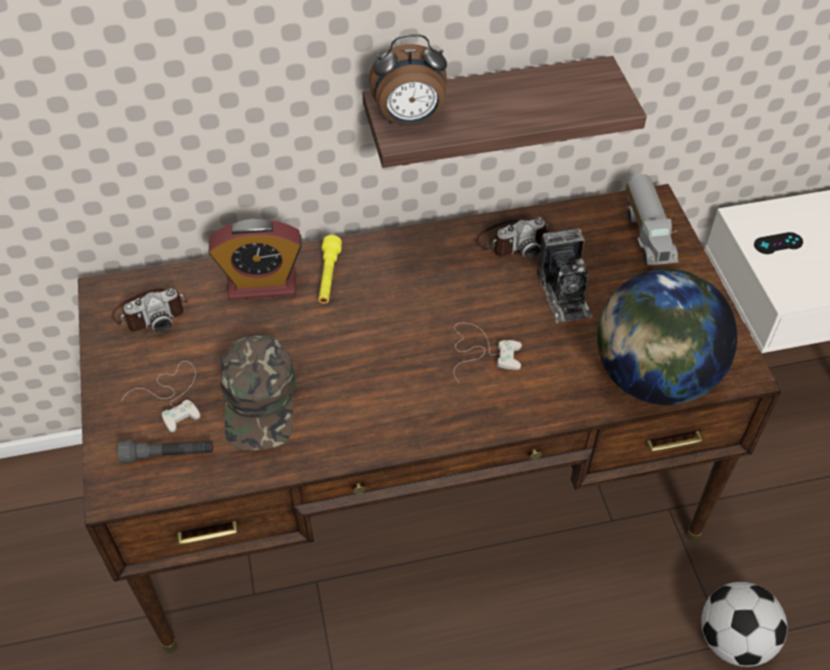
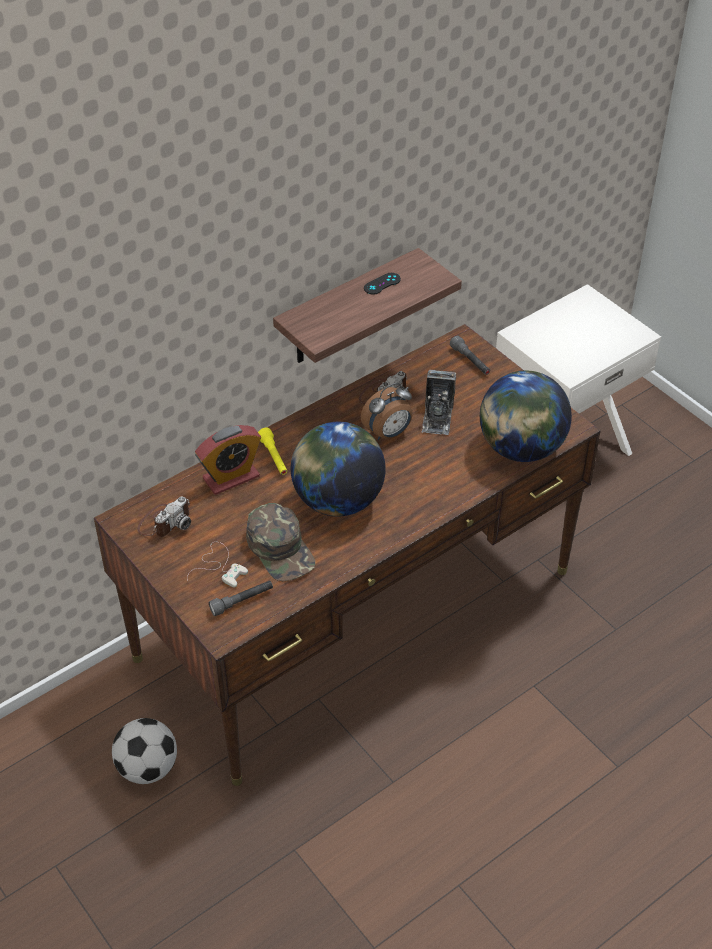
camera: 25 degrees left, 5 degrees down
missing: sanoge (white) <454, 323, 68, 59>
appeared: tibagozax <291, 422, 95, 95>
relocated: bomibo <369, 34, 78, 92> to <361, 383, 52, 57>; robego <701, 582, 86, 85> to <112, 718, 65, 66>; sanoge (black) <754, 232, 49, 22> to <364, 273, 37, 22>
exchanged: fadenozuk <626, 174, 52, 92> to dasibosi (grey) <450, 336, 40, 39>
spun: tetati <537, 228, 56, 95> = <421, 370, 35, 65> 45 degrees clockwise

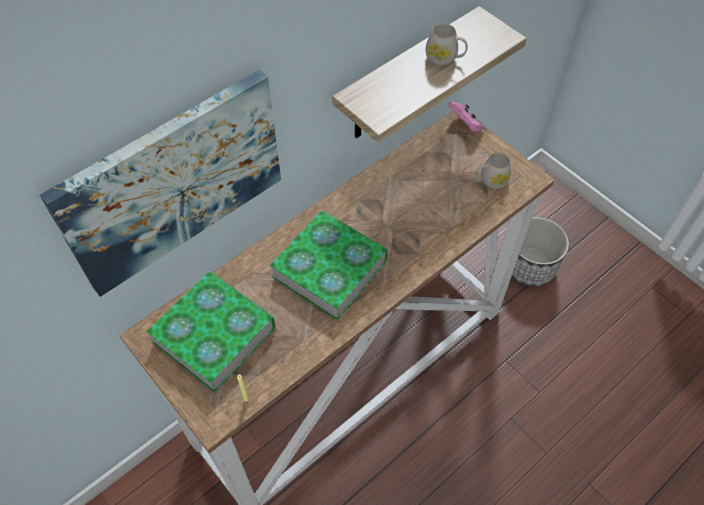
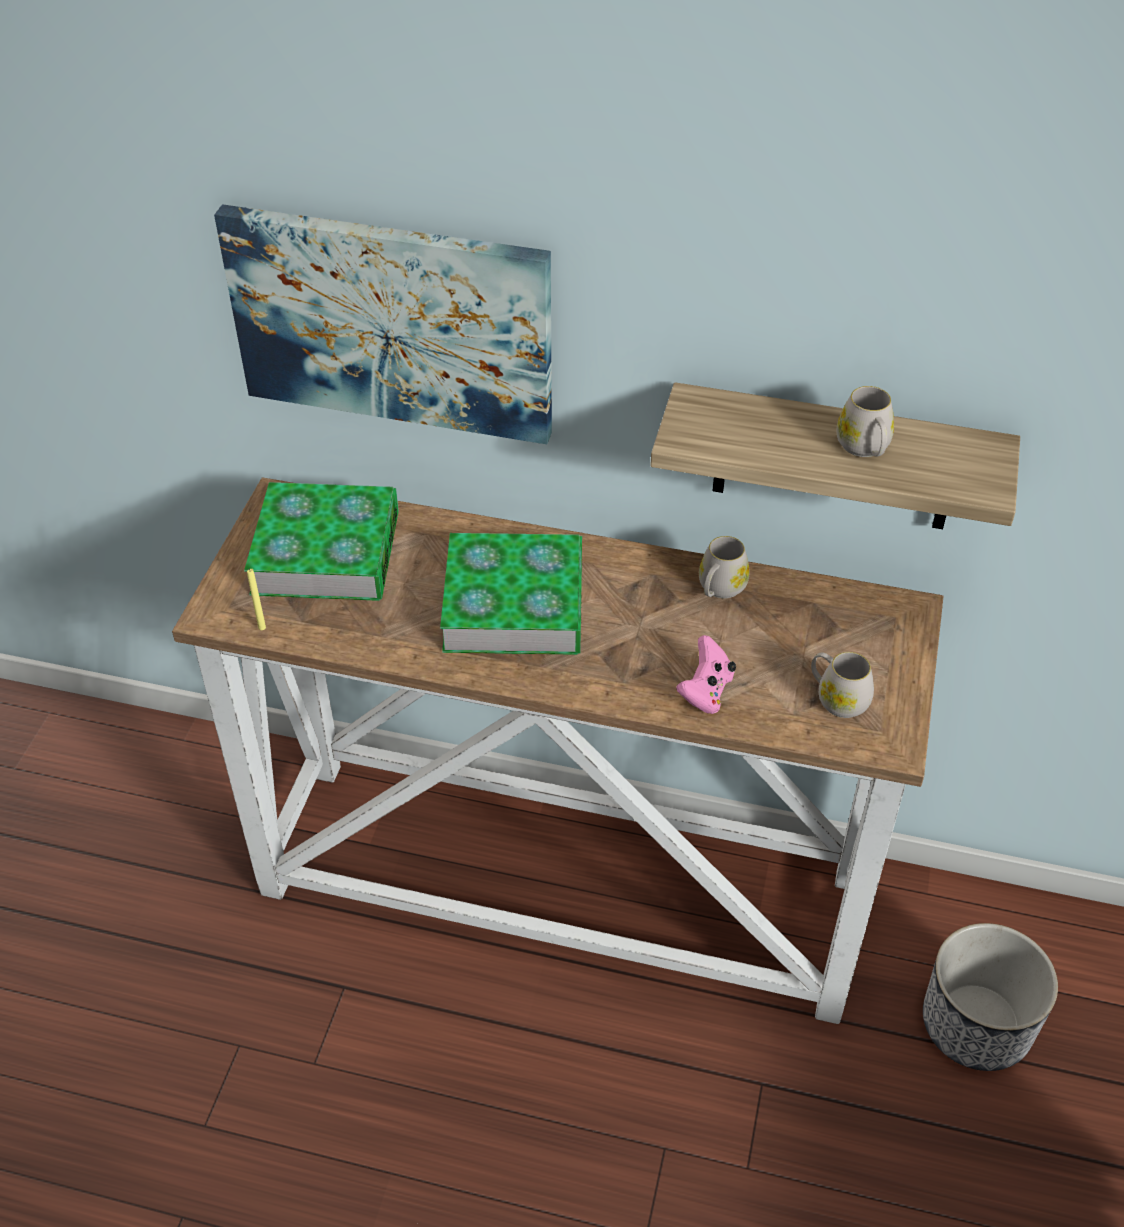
camera: 55 degrees right, 10 degrees down
appeared: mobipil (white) <699, 536, 51, 62>
relocated: sanoge (pink) <448, 101, 35, 31> to <676, 635, 60, 79>

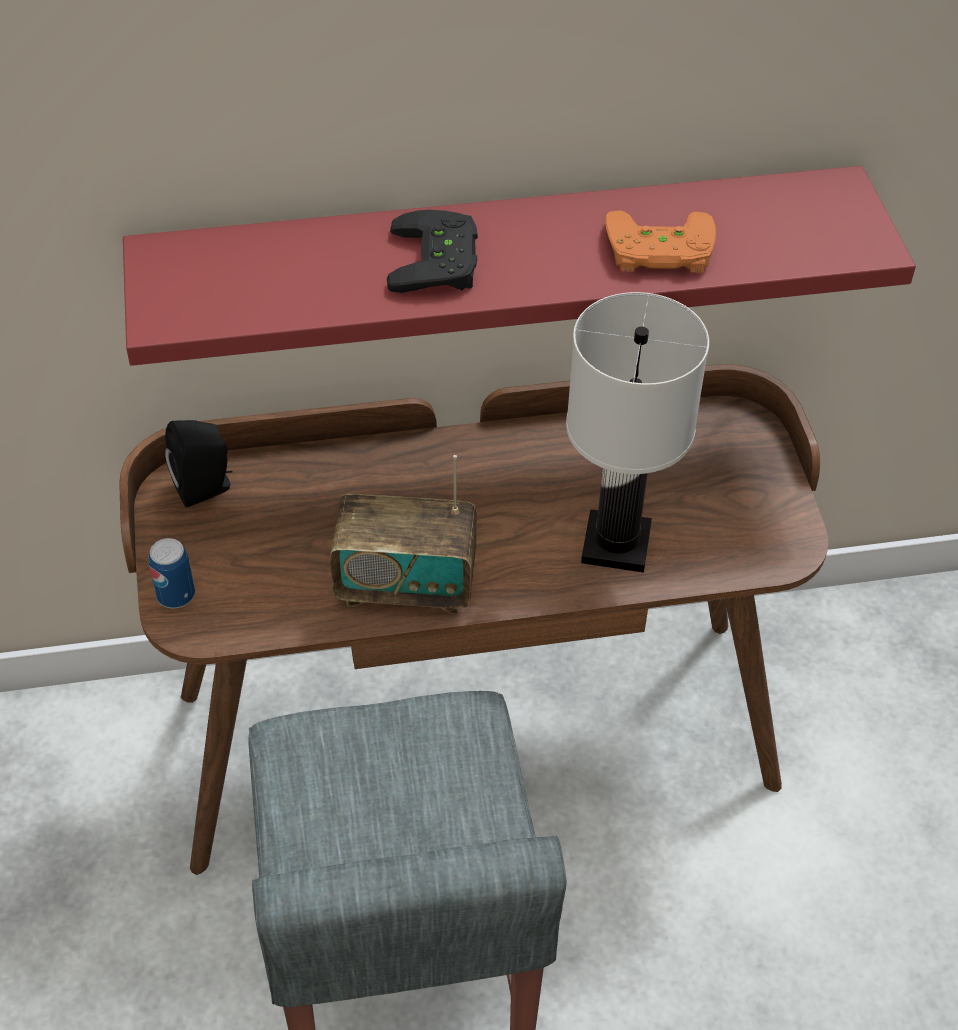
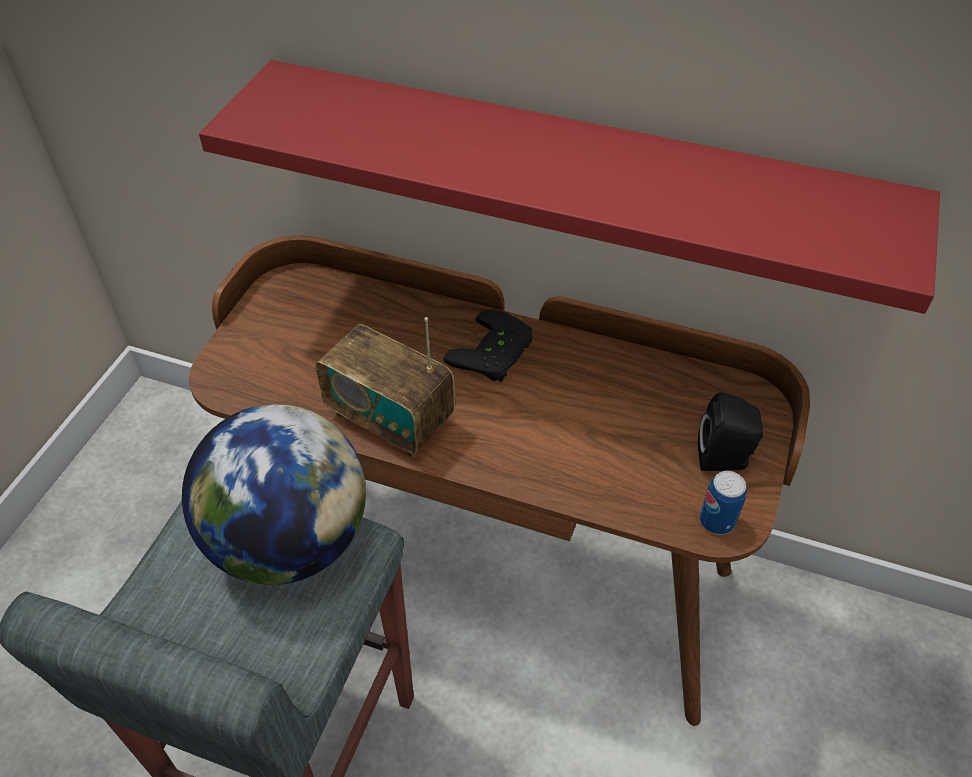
camera: 30 degrees right, 0 degrees up
missing: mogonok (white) <566, 292, 143, 281>; sanoge (orange) <605, 210, 111, 62>
appeared: tibagozax <182, 404, 184, 181>
relocated: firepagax <148, 538, 47, 70> to <699, 471, 48, 64>; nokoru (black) <165, 420, 68, 88> to <698, 392, 65, 79>; sanoge (black) <387, 210, 91, 83> to <443, 310, 89, 72>

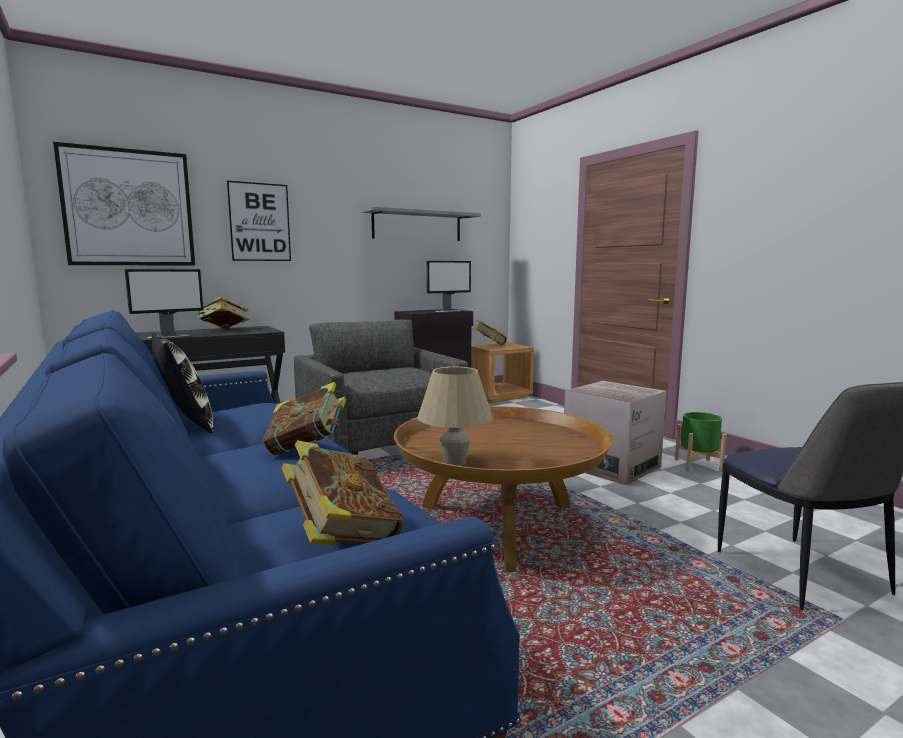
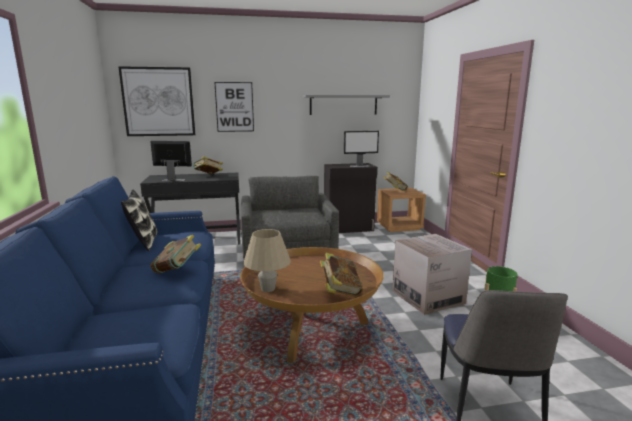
camera: 20 degrees right, 5 degrees up
relocated: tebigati <281, 440, 122, 105> to <320, 253, 43, 43>
spun: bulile <125, 269, 79, 70> = <150, 141, 42, 40> 150 degrees counterclockwise

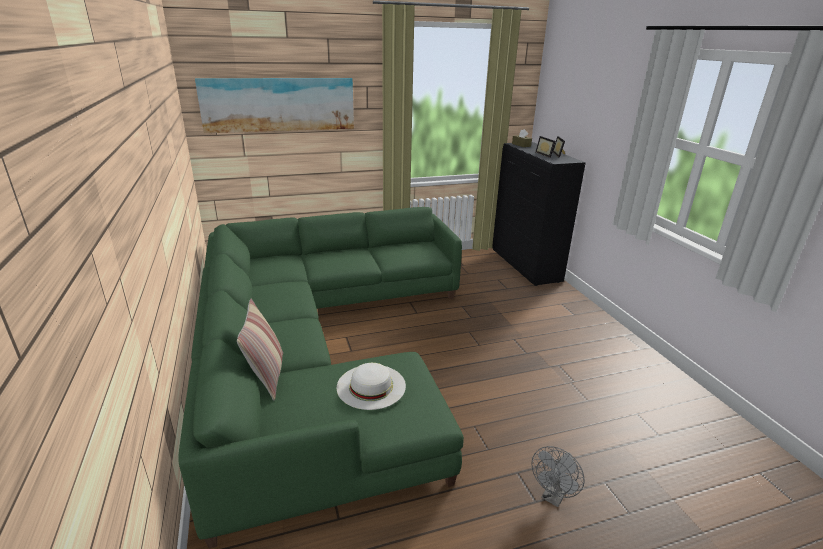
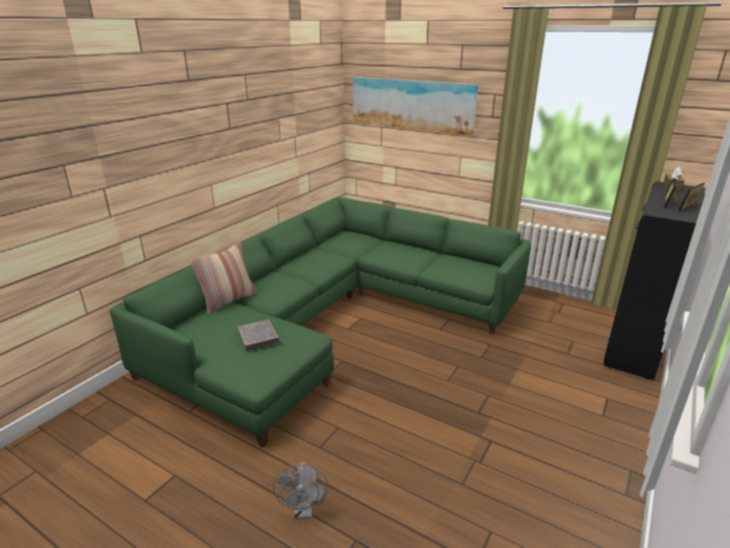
camera: 50 degrees right, 0 degrees up
exchanged: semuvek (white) <337, 363, 69, 47> to tebigati (grey) <237, 320, 42, 30>
spun: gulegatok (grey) <531, 446, 54, 61> = <273, 462, 55, 57> 90 degrees counterclockwise

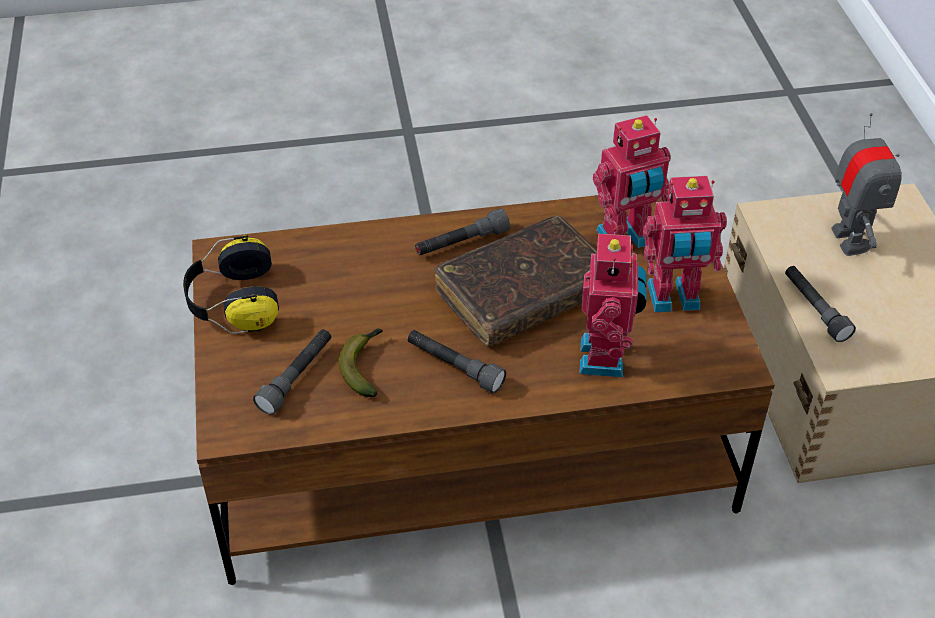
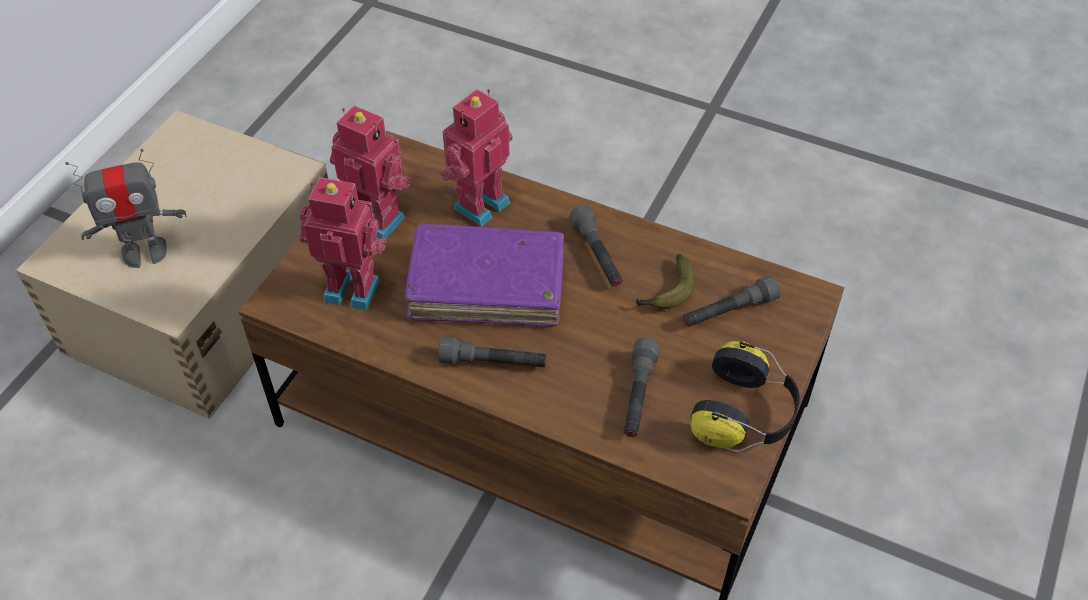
camera: 145 degrees left, 5 degrees up
relocated: dasibosi (grey) <785, 266, 71, 76> to <624, 338, 35, 99>
colour: tebigati (brown) <434, 215, 163, 132> to tebigati (purple) <405, 224, 159, 102>
spun: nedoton <831, 113, 71, 143> = <65, 149, 121, 119> 135 degrees counterclockwise

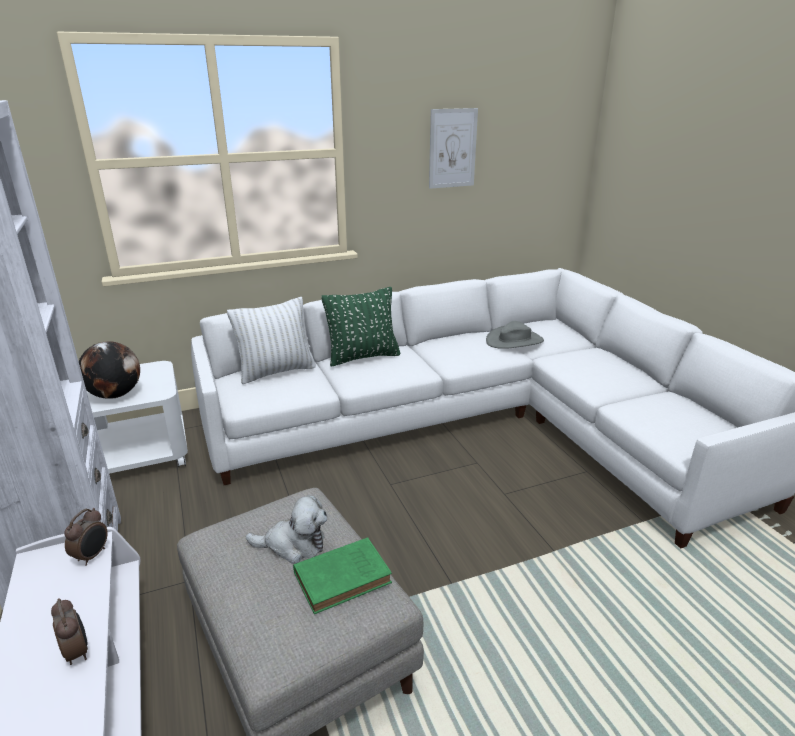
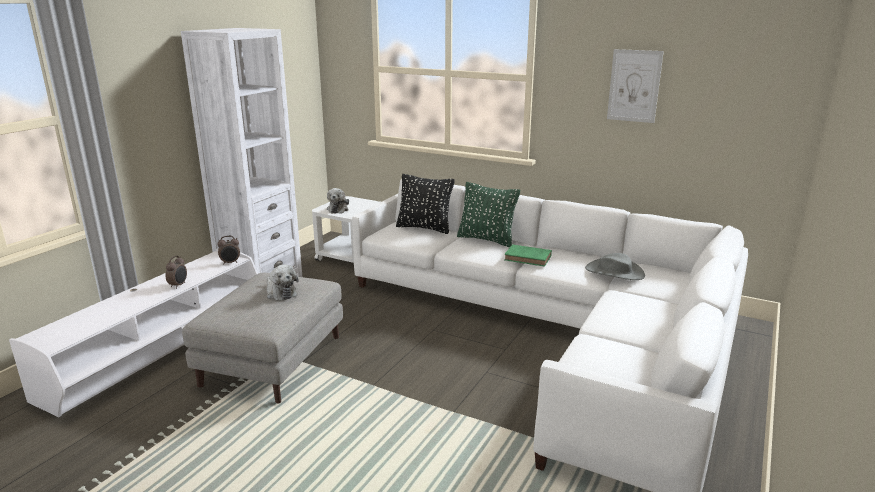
camera: 50 degrees right, 5 degrees down
relocated: tebigati (green) <293, 537, 99, 77> to <504, 244, 48, 23>
exchanged: tibagozax <79, 341, 61, 58> to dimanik <327, 188, 22, 26>
colour: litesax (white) <227, 297, 89, 87> to litesax (black) <396, 174, 59, 60>

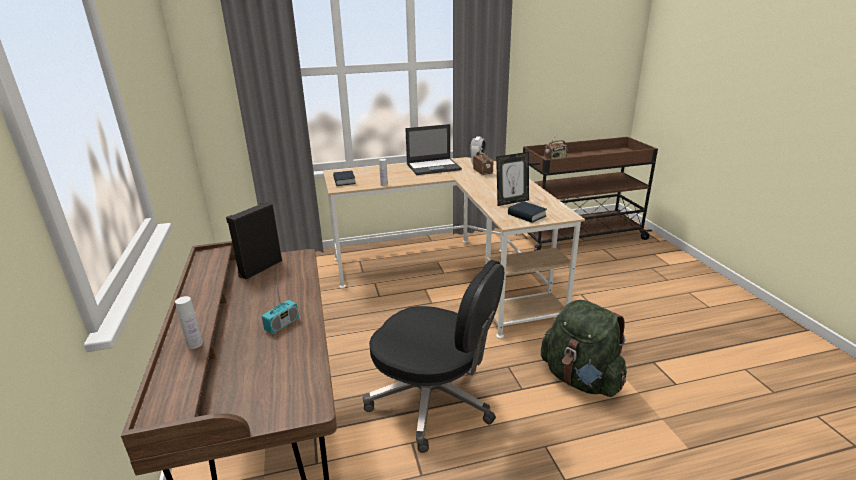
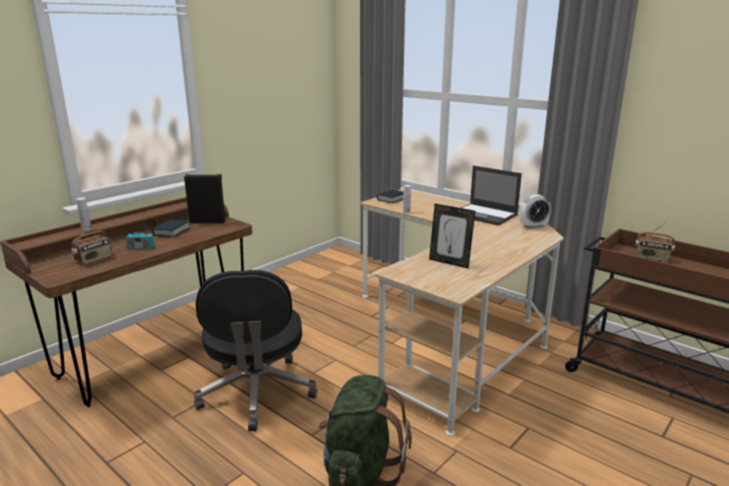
camera: 55 degrees right, 5 degrees down
relocated: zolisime <473, 145, 20, 30> to <71, 221, 41, 43>; tebigati <508, 201, 39, 22> to <152, 220, 38, 17>

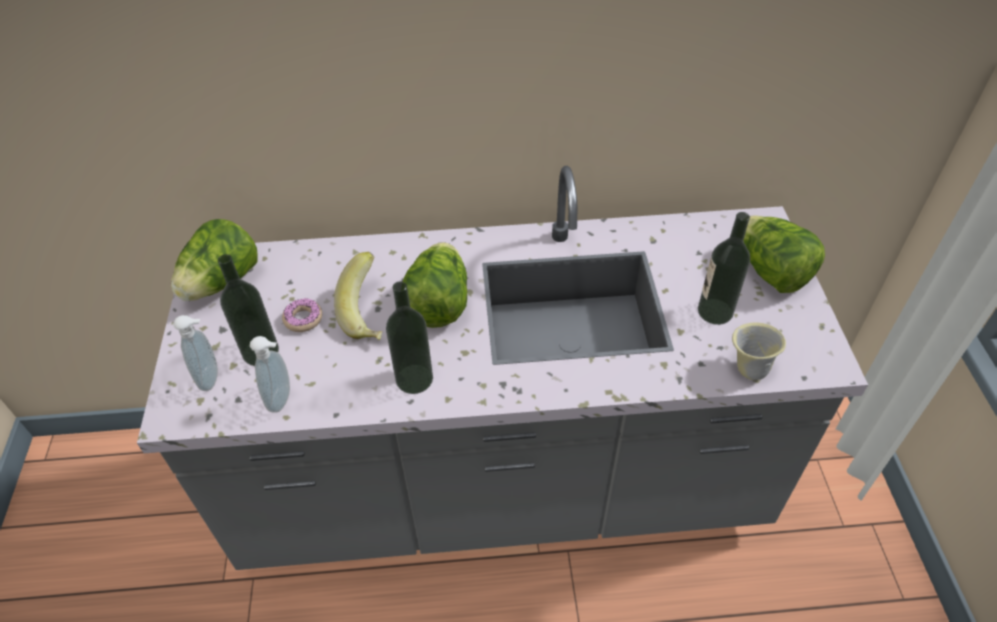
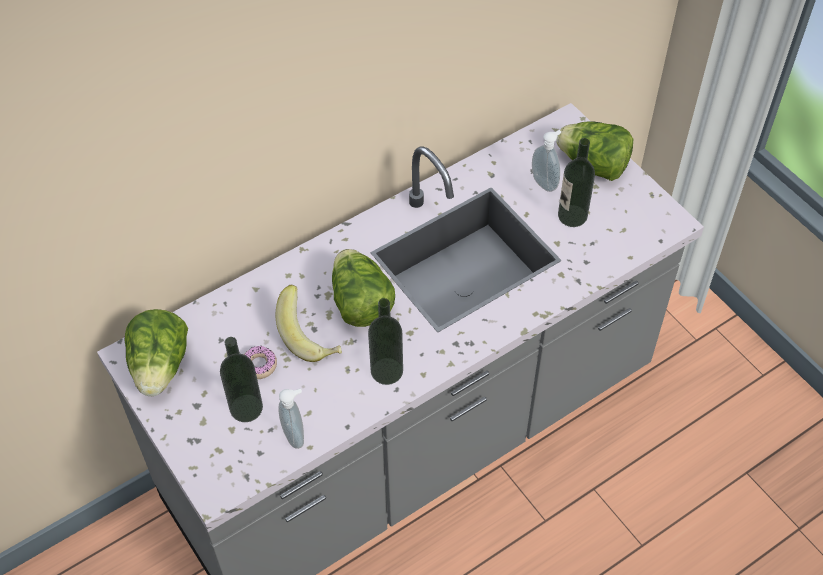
camera: 30 degrees left, 5 degrees up
missing: mobipil (beige) <732, 323, 54, 57>
relocated: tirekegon <173, 315, 45, 76> to <532, 130, 29, 62>

